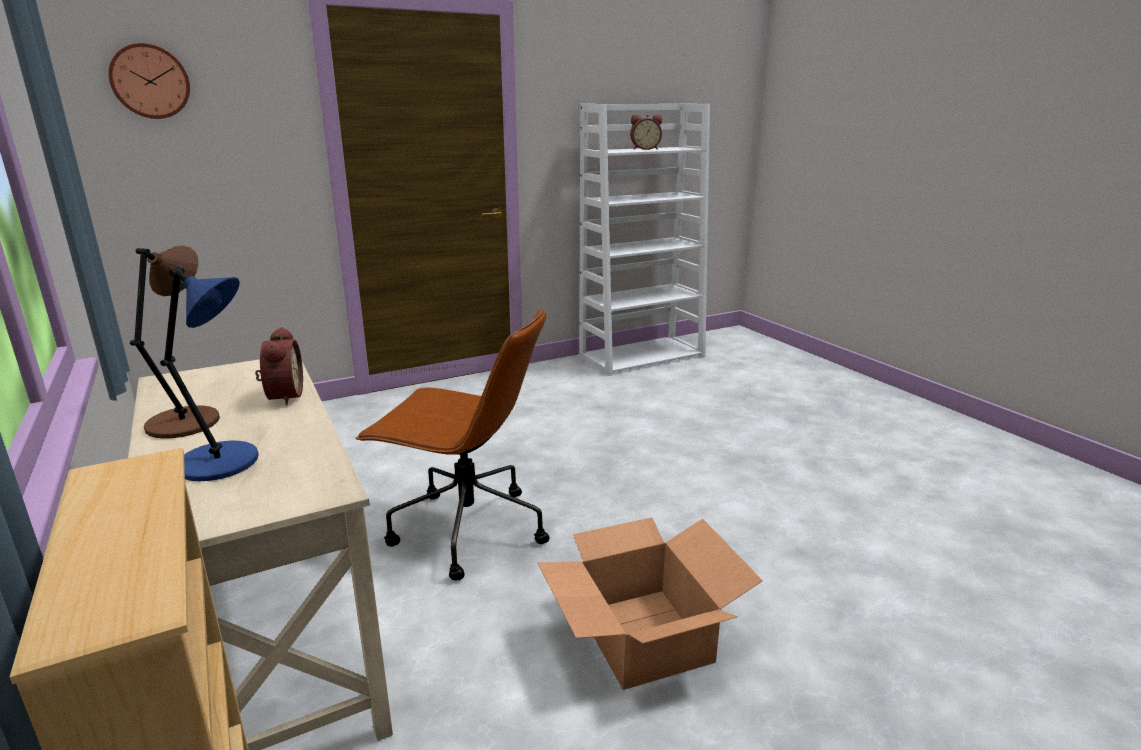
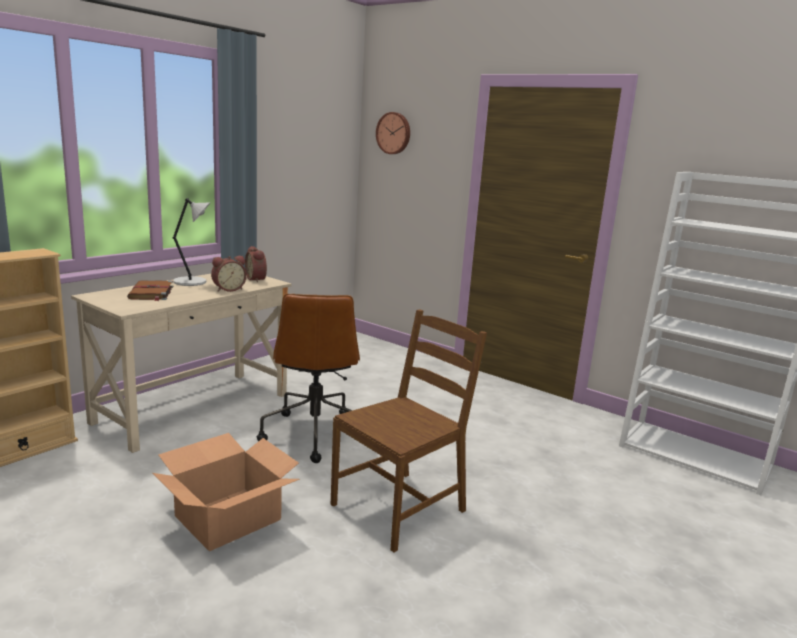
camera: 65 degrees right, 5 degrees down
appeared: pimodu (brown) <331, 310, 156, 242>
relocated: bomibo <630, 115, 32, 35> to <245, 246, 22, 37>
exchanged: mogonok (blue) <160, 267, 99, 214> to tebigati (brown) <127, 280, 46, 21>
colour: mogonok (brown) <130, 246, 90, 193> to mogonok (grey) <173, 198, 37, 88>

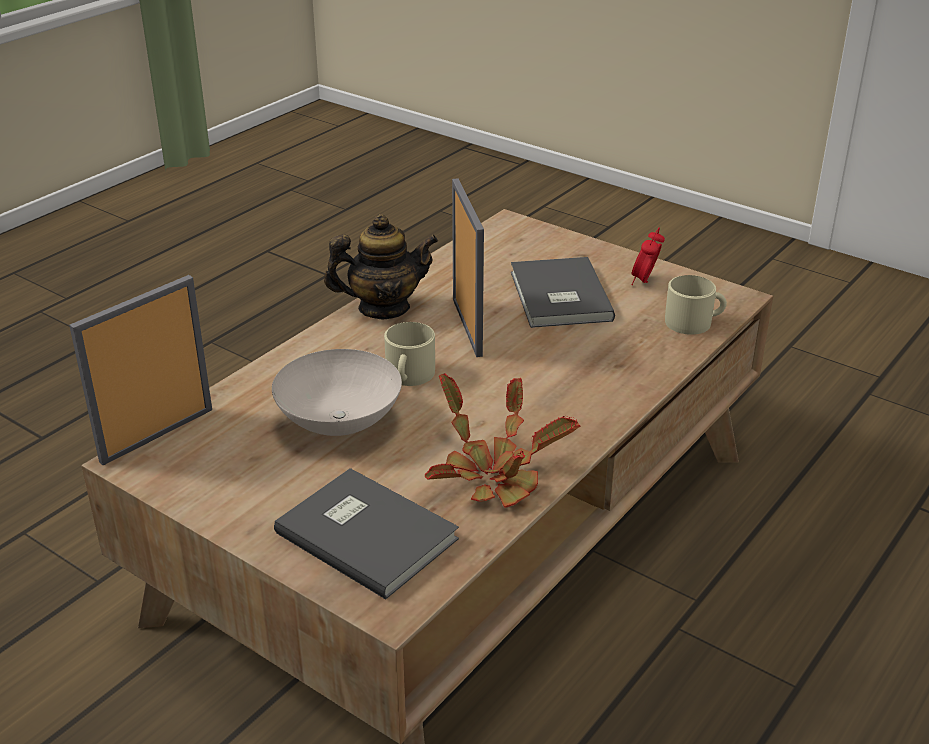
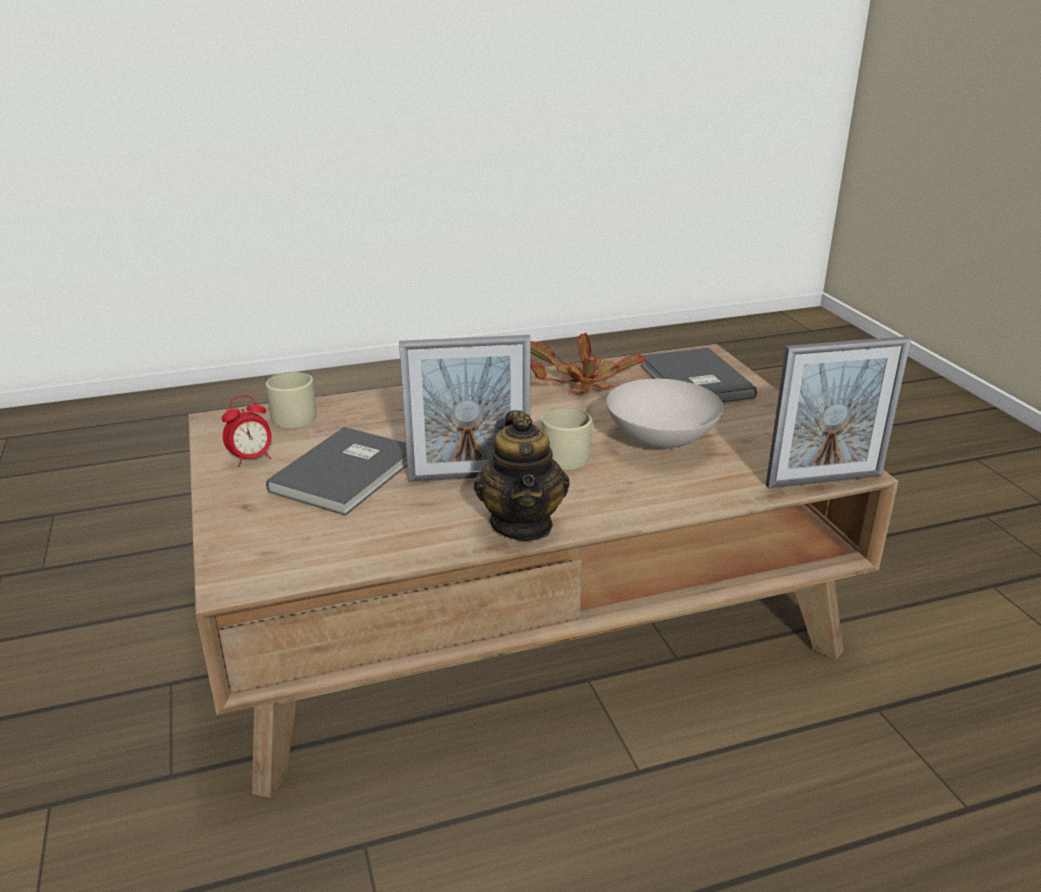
camera: 145 degrees left, 5 degrees down
spun: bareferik <324, 214, 114, 105> = <474, 410, 96, 131> 120 degrees counterclockwise; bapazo <452, 178, 32, 179> = <399, 335, 132, 147> 120 degrees counterclockwise

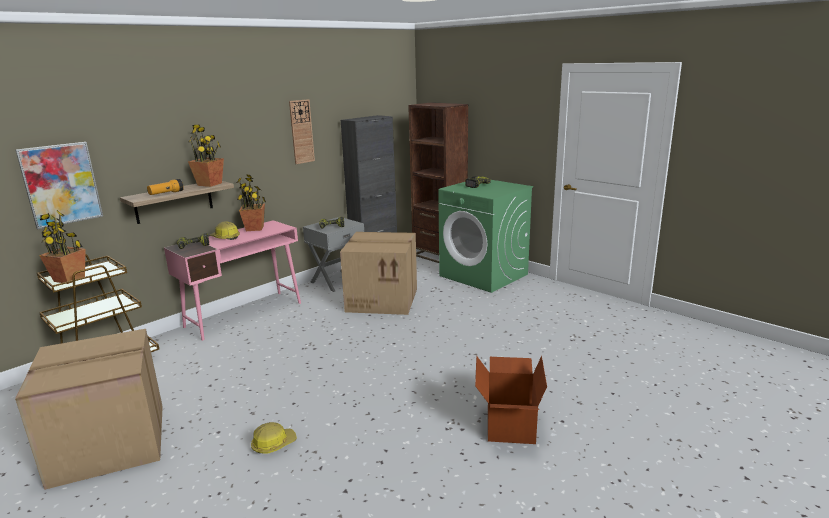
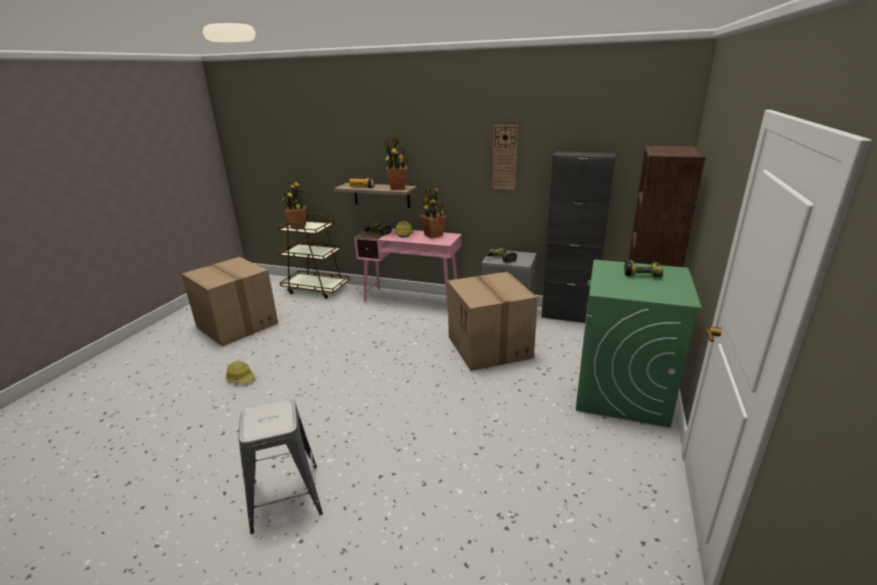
camera: 65 degrees right, 5 degrees up
missing: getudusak <15, 142, 88, 87>
exchanged: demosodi <475, 356, 72, 88> to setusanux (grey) <238, 399, 85, 135>

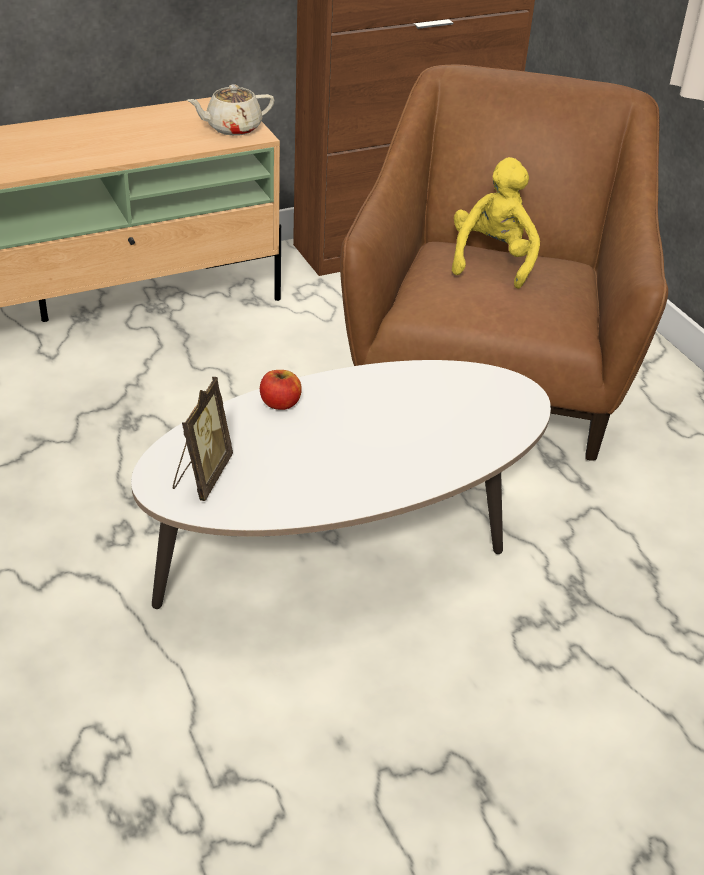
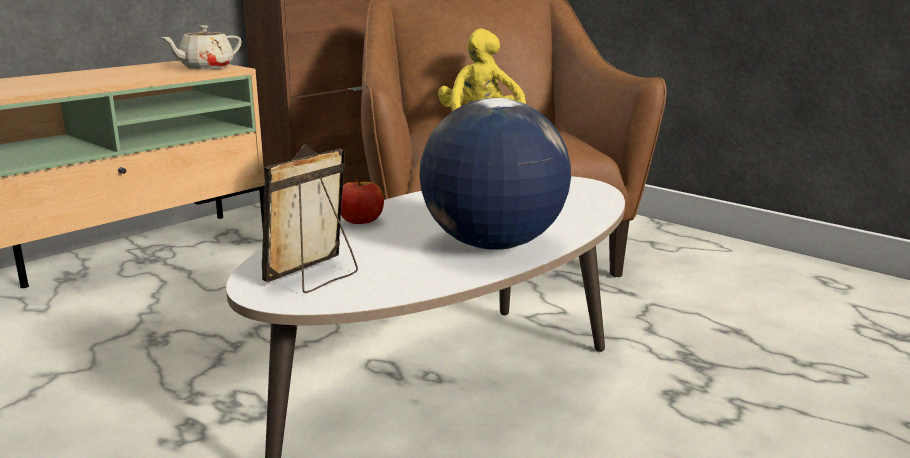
camera: 20 degrees left, 20 degrees down
appeared: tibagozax <419, 98, 152, 152>
spun: bapazo <173, 377, 60, 124> = <262, 144, 96, 149> 135 degrees counterclockwise

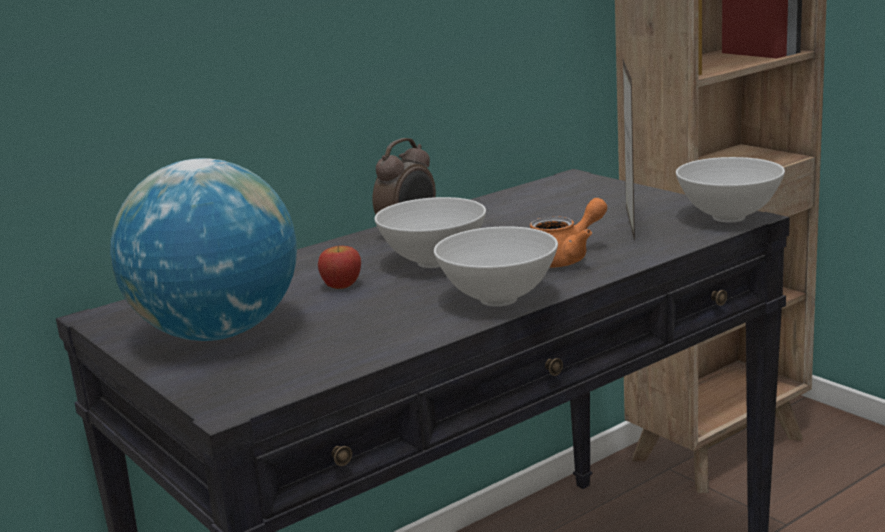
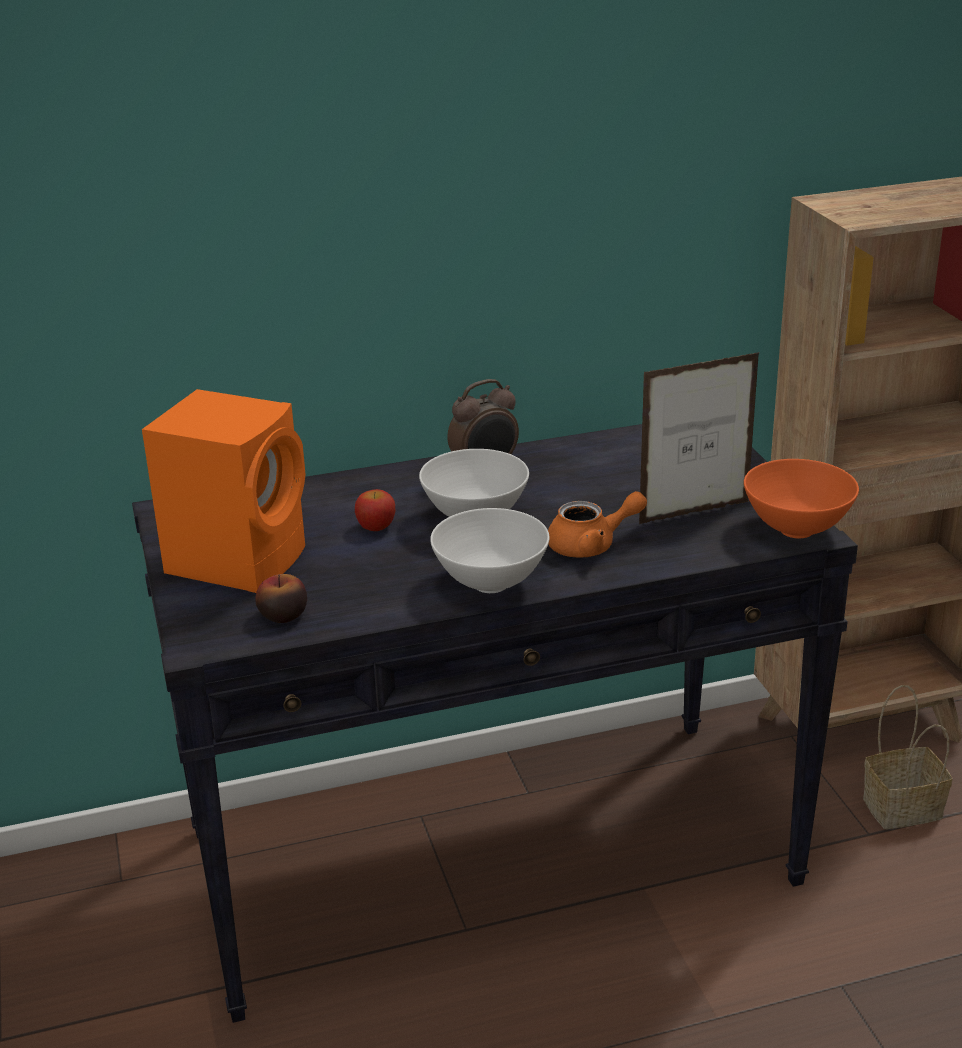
camera: 20 degrees right, 10 degrees up
appeared: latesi <255, 574, 52, 49>; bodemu <863, 685, 89, 144>
exchanged: tibagozax <110, 158, 187, 183> to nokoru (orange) <142, 389, 163, 204>
colour: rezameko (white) <676, 157, 109, 66> to rezameko (orange) <744, 459, 115, 79>
spun: bapazo <623, 59, 12, 182> = <639, 352, 120, 172> 45 degrees clockwise

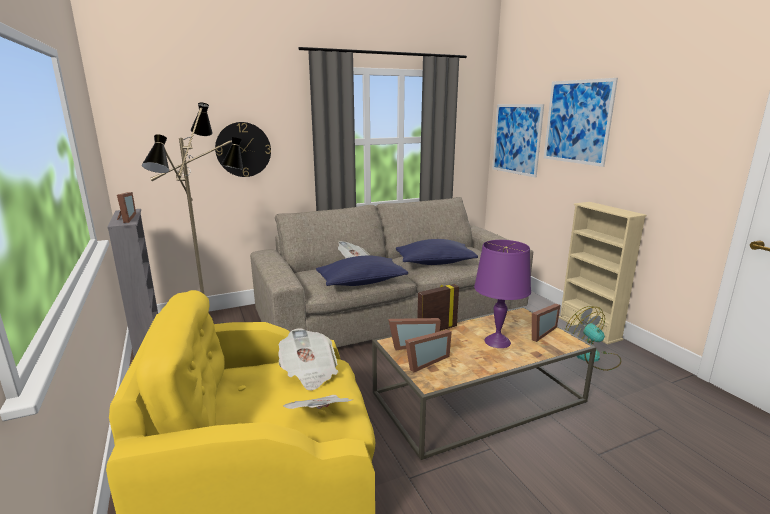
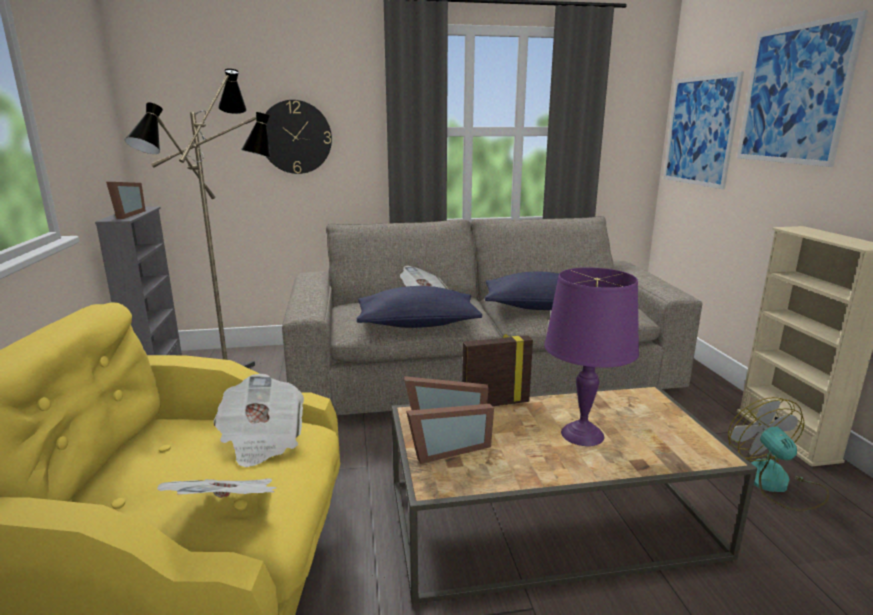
camera: 15 degrees right, 0 degrees up
missing: bapazo <532, 304, 28, 38>

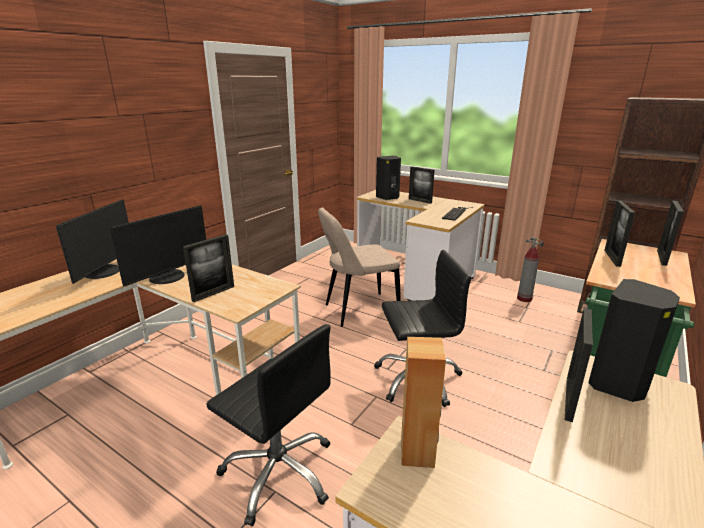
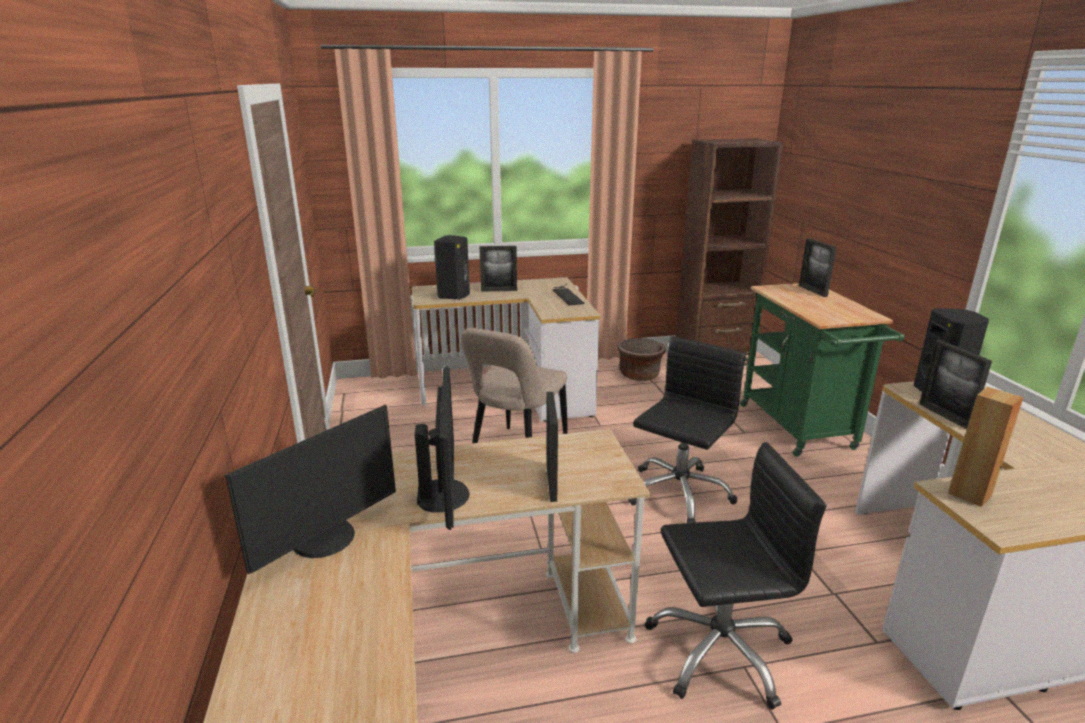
camera: 45 degrees left, 0 degrees up
missing: bapazo <604, 200, 31, 67>
exchanged: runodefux <517, 237, 27, 65> to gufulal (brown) <618, 338, 48, 43>
spun: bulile <56, 199, 73, 85> = <225, 405, 171, 169> 75 degrees clockwise

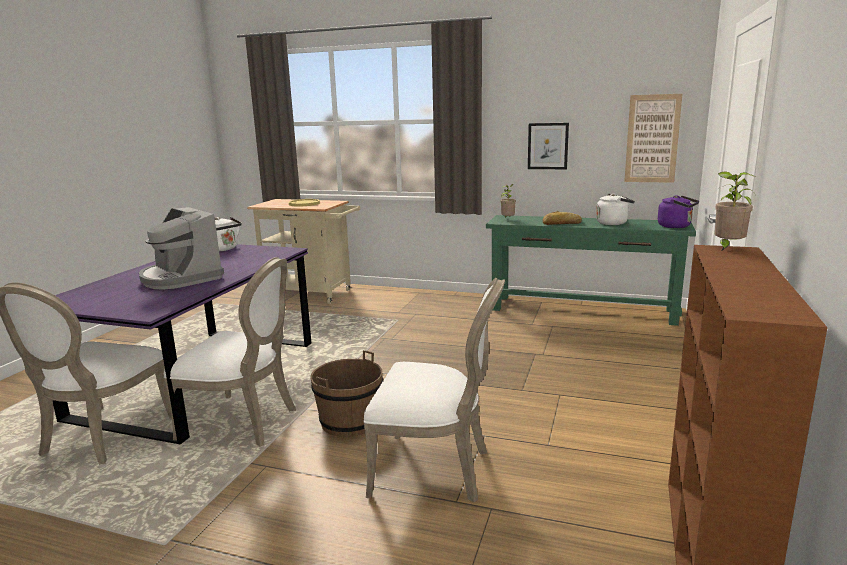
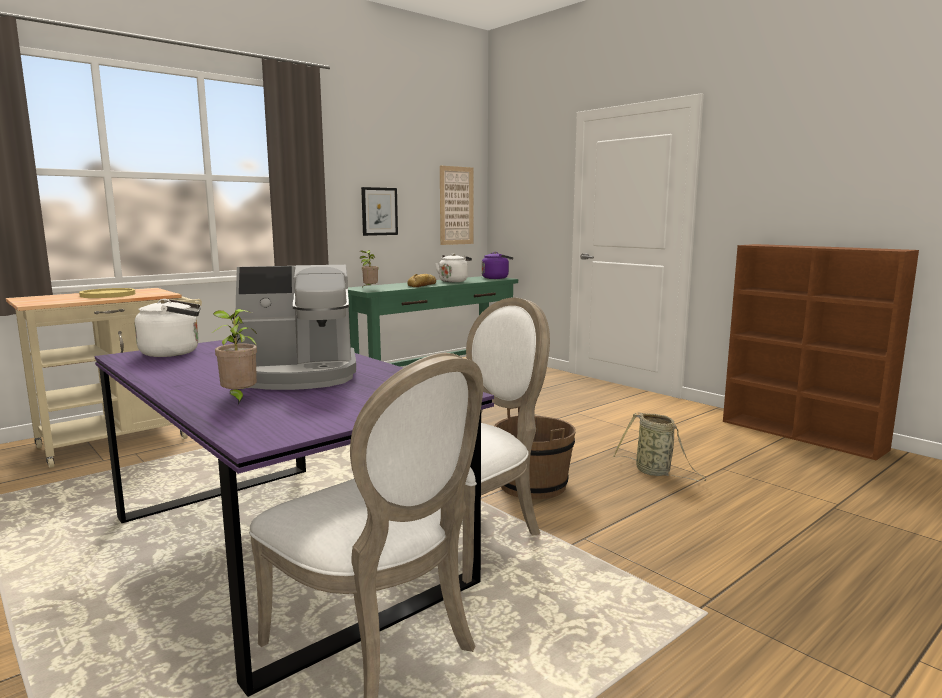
camera: 60 degrees left, 5 degrees down
relocated: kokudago <715, 171, 41, 81> to <212, 309, 45, 96>
exchanged: pimodu (white) <364, 278, 141, 225> to bodemu <613, 412, 93, 69>

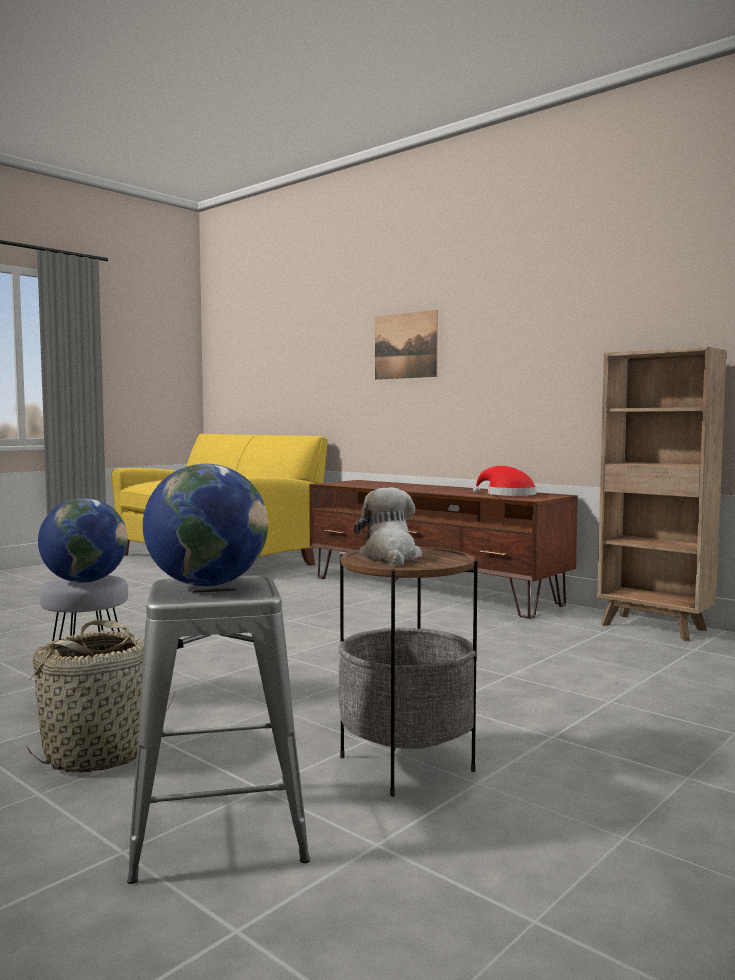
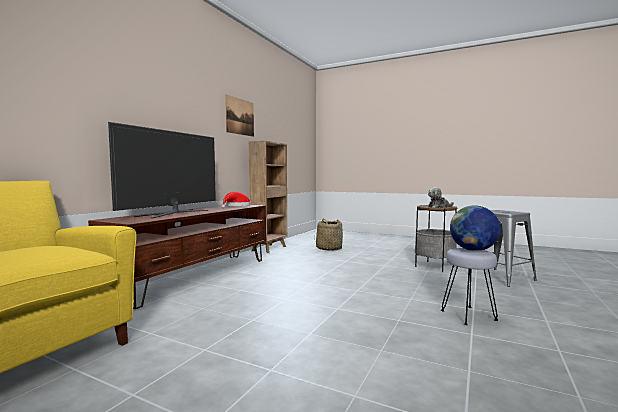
camera: 105 degrees left, 0 degrees up
missing: tibagozax <143, 464, 125, 122>
appeared: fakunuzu <108, 122, 108, 96>
relocated: bodemu <25, 620, 150, 153> to <314, 218, 30, 33>; getudusak <375, 310, 63, 70> to <225, 95, 29, 42>

